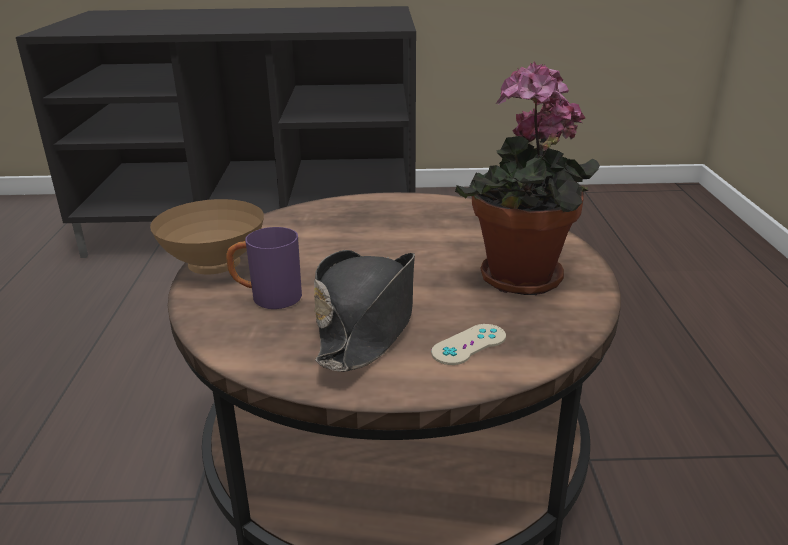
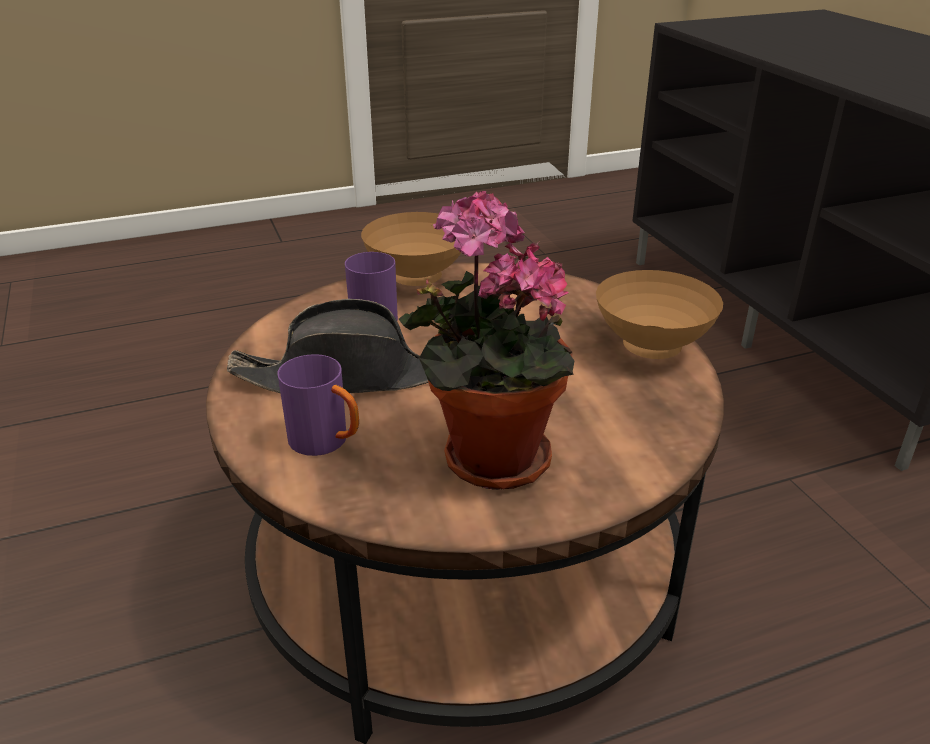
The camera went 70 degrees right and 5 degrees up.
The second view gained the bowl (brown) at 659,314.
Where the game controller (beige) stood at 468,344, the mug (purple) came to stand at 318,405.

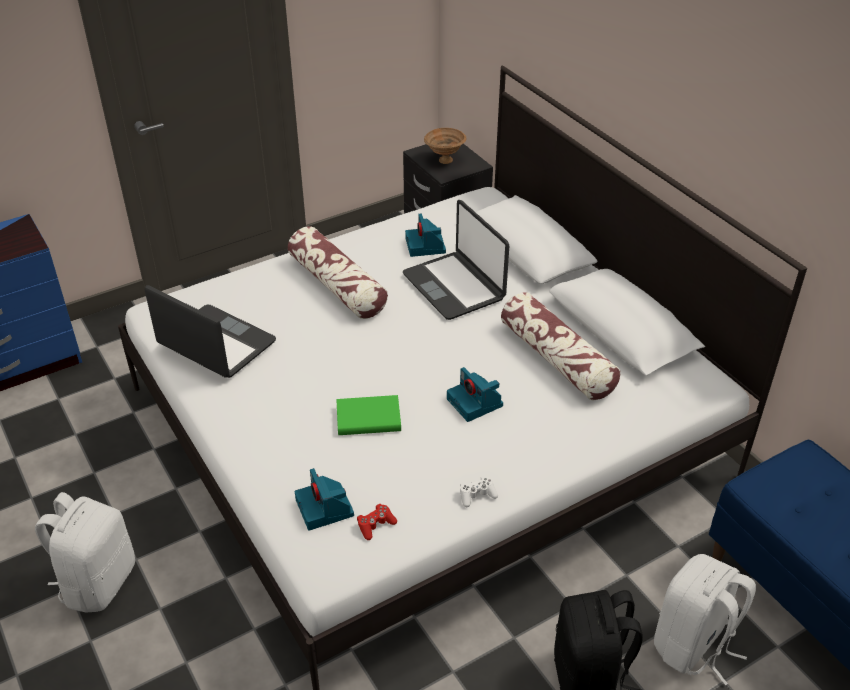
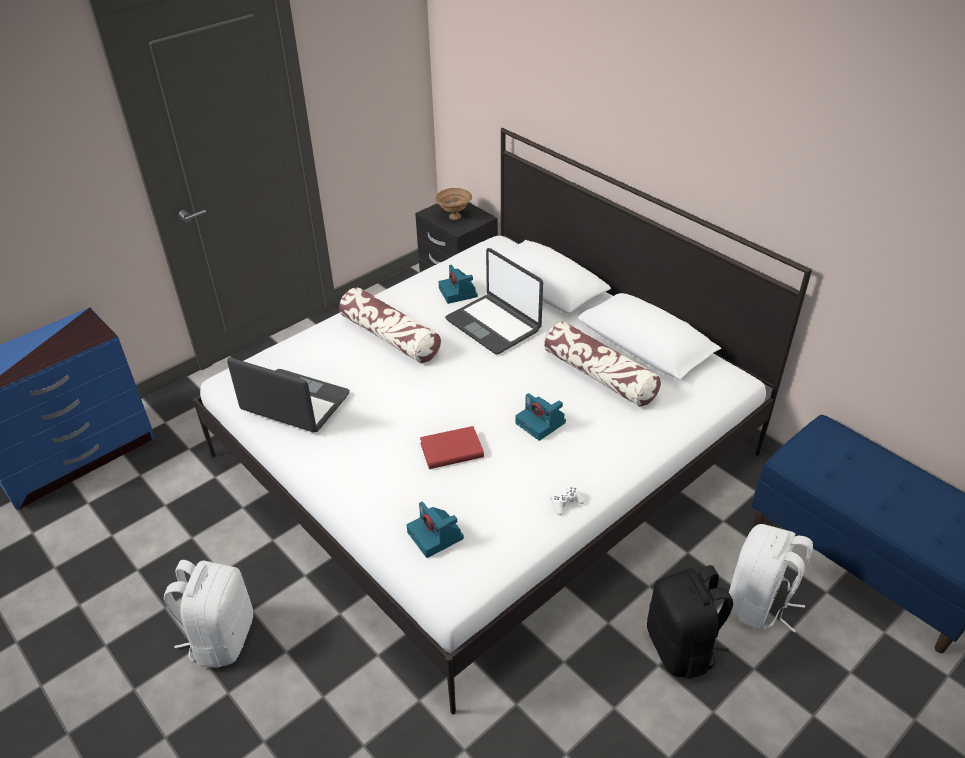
The camera went 10 degrees left and 0 degrees up.
The second view lost the game controller (red) at 377,522.
What was the book (green) at 369,415 turned into the book (red) at 452,447.

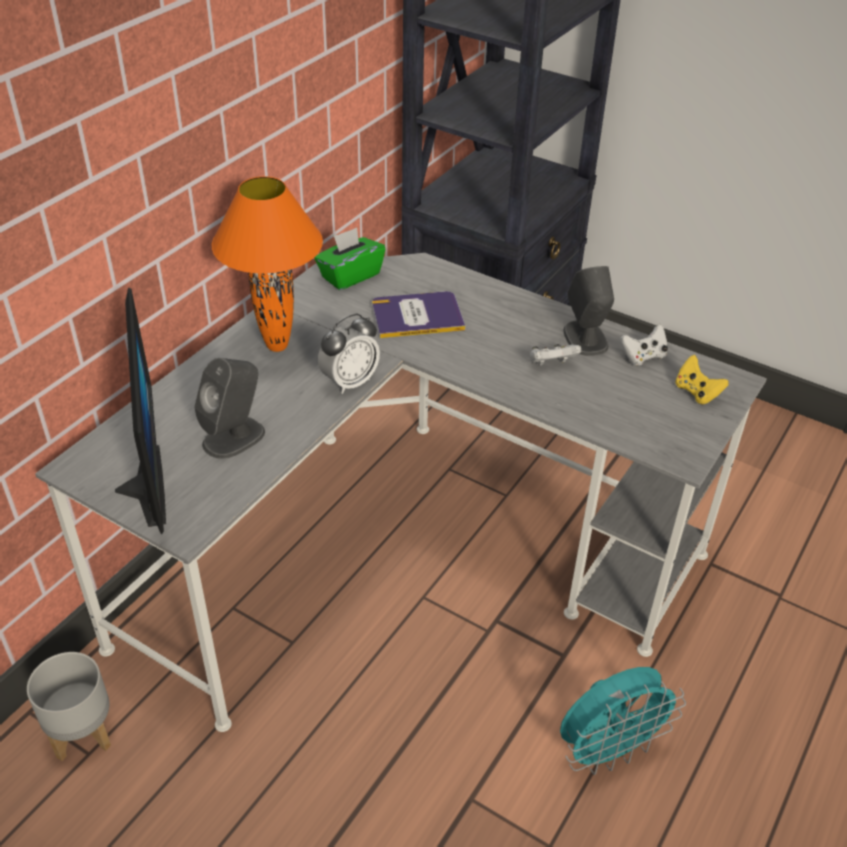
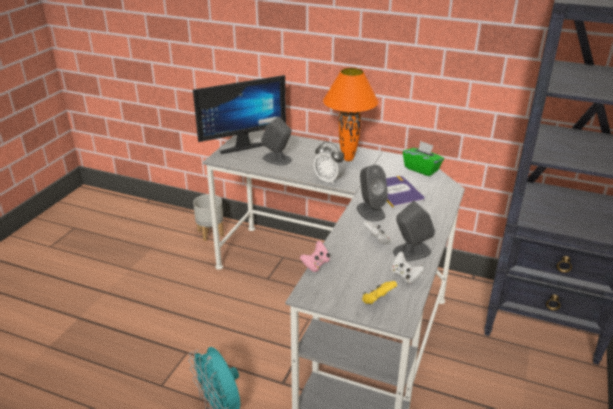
The camera went 80 degrees right and 10 degrees down.
The second view gained the game controller (pink) at 315,256.
The second view gained the speaker (grey) at 372,193.

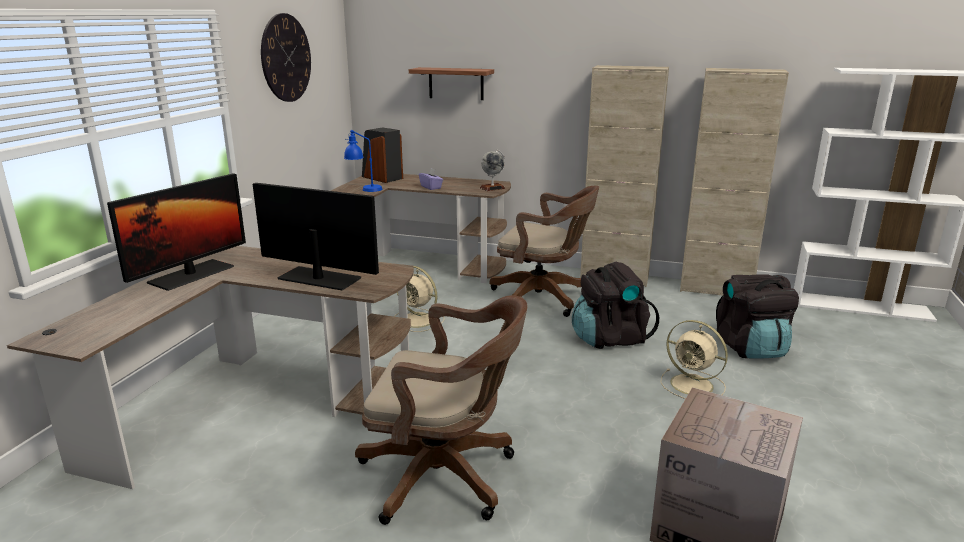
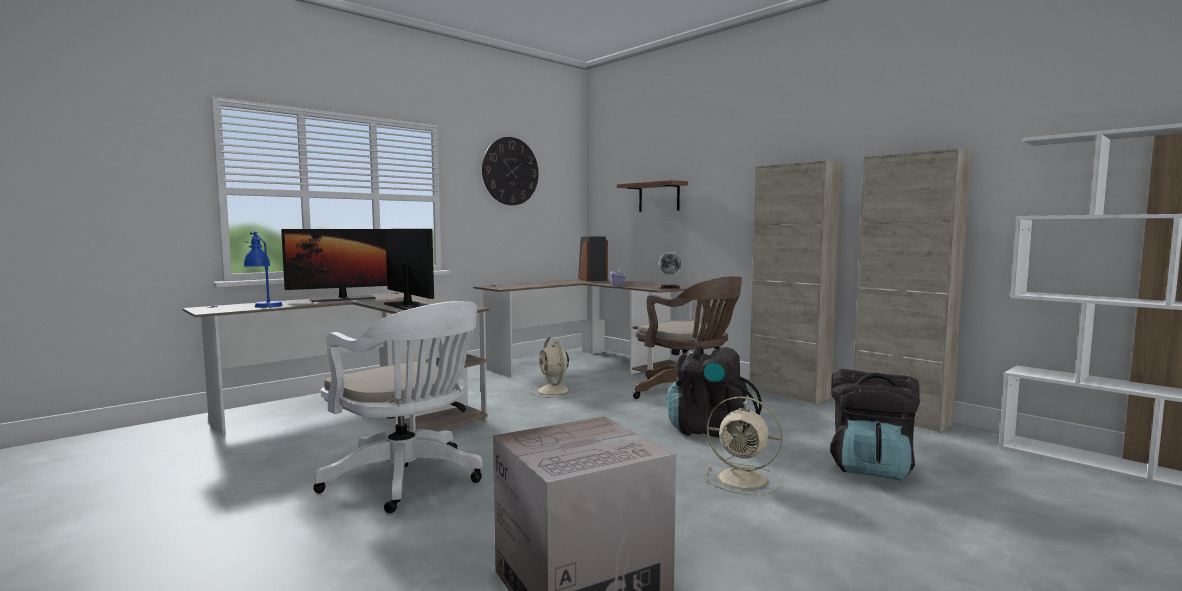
The camera went 30 degrees right and 15 degrees down.
The table lamp (blue) ended up elsewhere, having gone from 363,161 to 263,269.
What was the office chair (brown) at 441,410 turned into the office chair (white) at 398,407.
The fan (beige) at 694,359 ended up facing another way, 45 degrees counterclockwise from before.

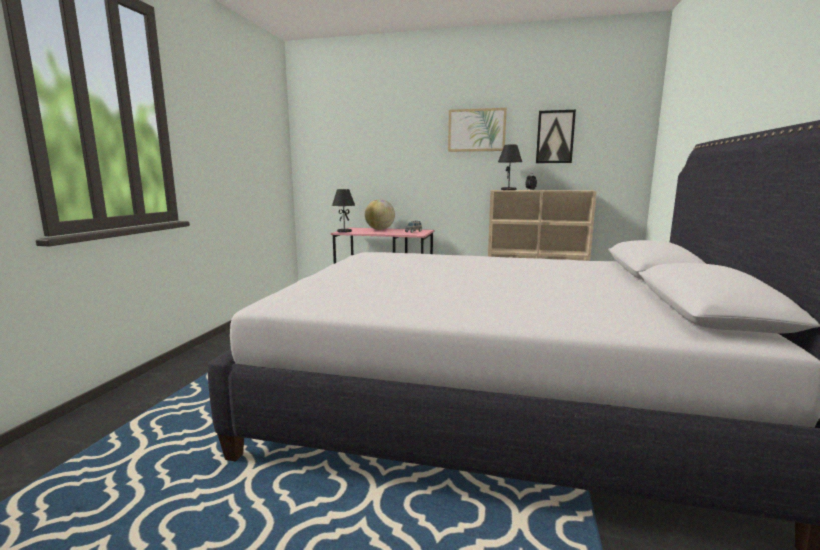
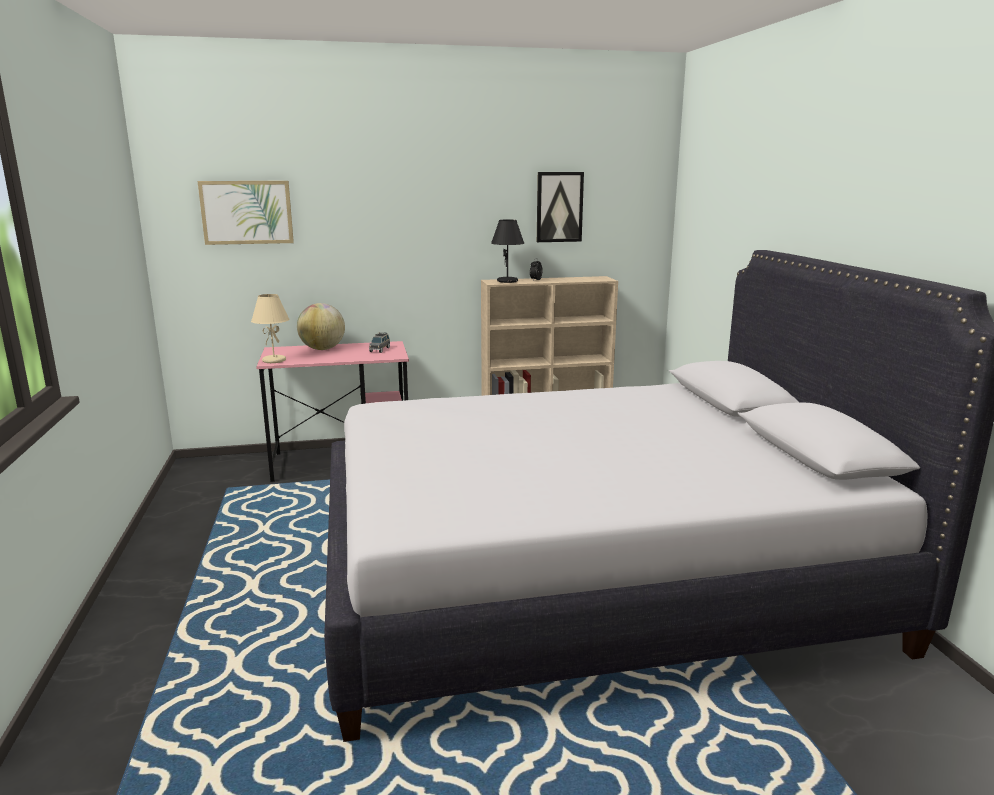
The camera went 25 degrees left and 5 degrees up.
The picture ended up elsewhere, having gone from 477,130 to 246,213.
What was the table lamp (black) at 343,211 turned into the table lamp (beige) at 270,328.

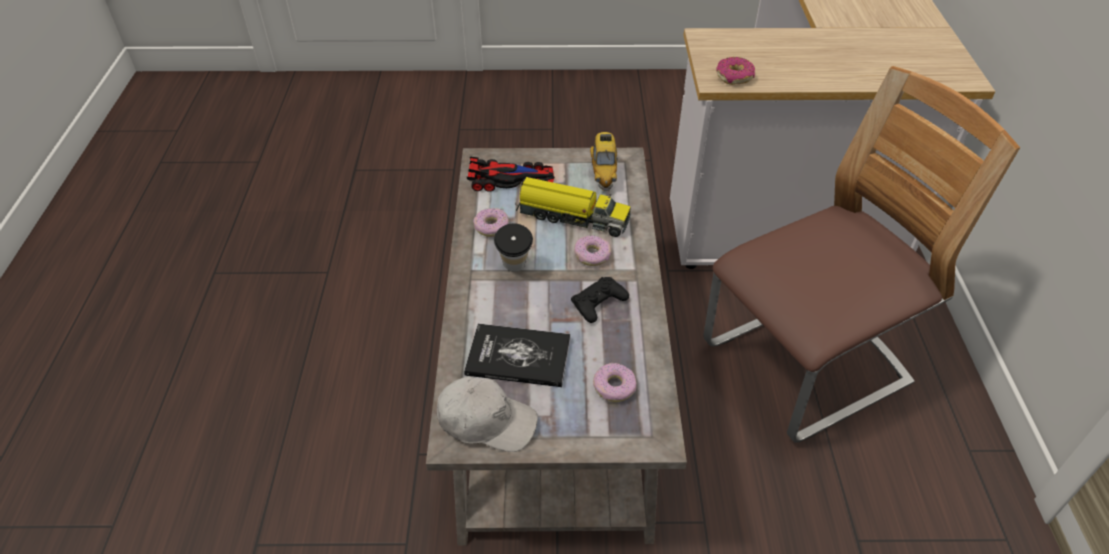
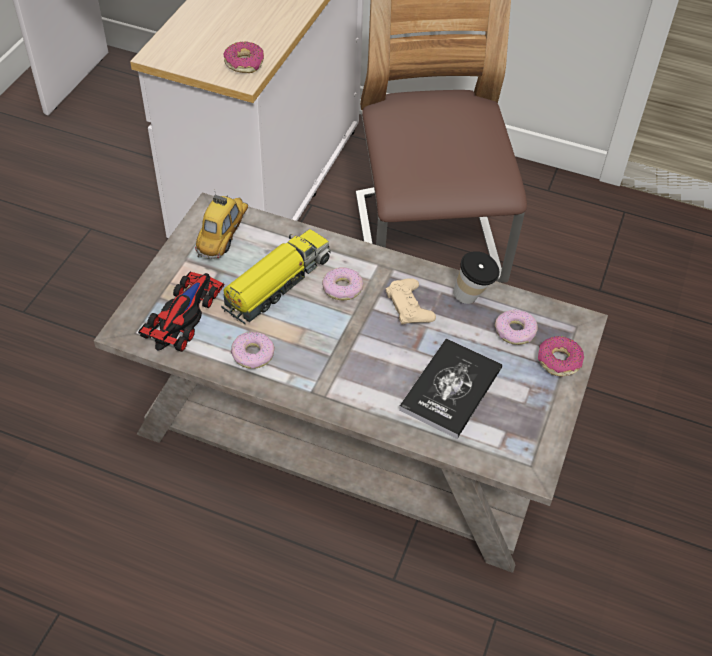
The camera went 70 degrees left and 5 degrees up.
The second view lost the cap (white) at 487,414.
The second view gained the donut at 561,356.
The cup ended up elsewhere, having gone from 513,247 to 476,277.
What was the game controller (black) at 600,300 turned into the game controller (beige) at 410,301.
The toy car at 604,161 ended up facing another way, 90 degrees counterclockwise from before.

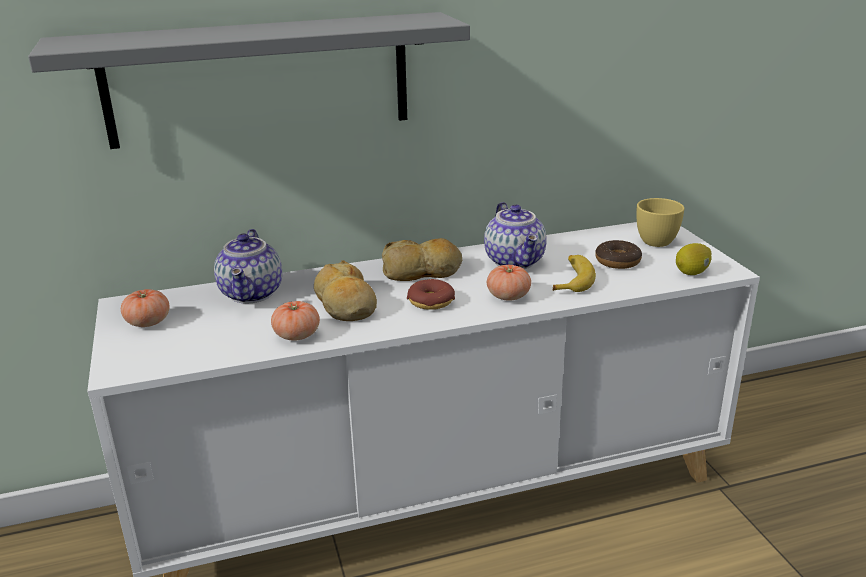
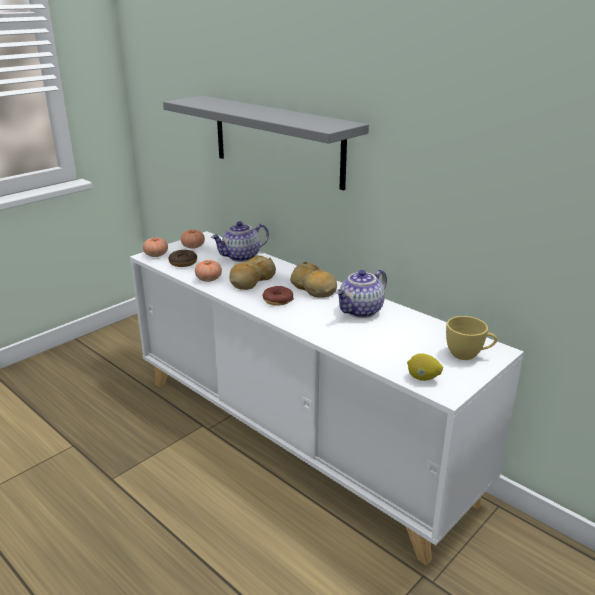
The camera went 60 degrees right and 0 degrees up.
The second view lost the banana at 574,273.
The tomato ended up elsewhere, having gone from 509,283 to 155,247.
The donut ended up elsewhere, having gone from 618,254 to 182,258.

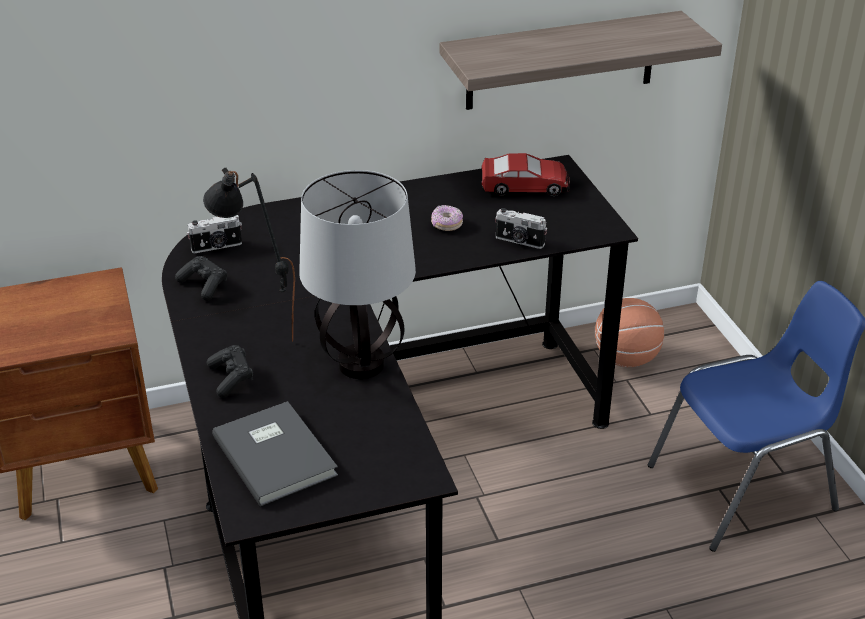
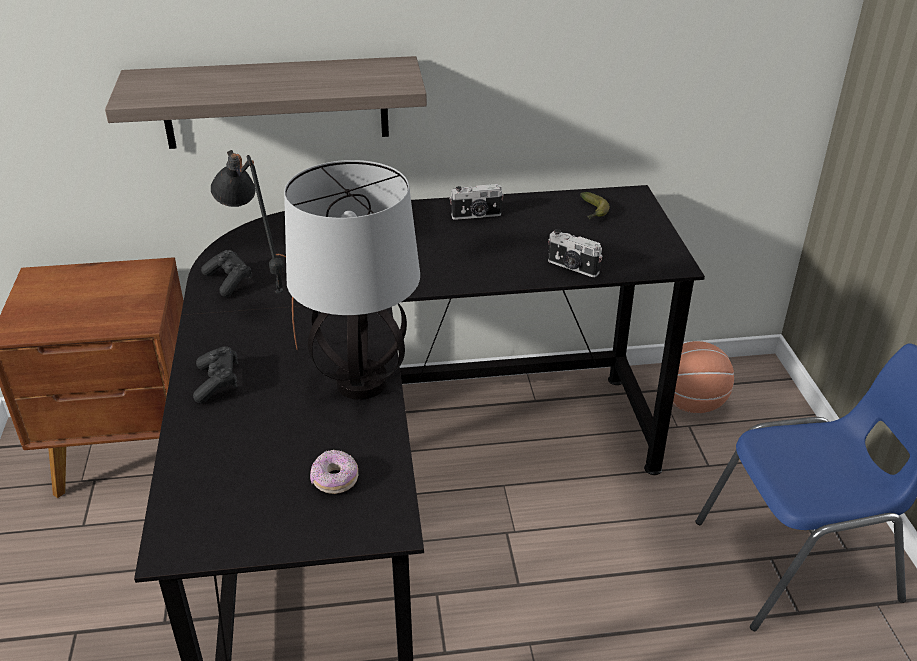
The camera went 10 degrees right and 0 degrees up.
The second view lost the book (grey) at 275,453.
The photo camera ended up elsewhere, having gone from 214,234 to 476,202.
The donut ended up elsewhere, having gone from 447,218 to 334,472.
The shelf ended up elsewhere, having gone from 581,60 to 266,102.
Where the toy car stood at 526,174, the banana came to stand at 595,205.

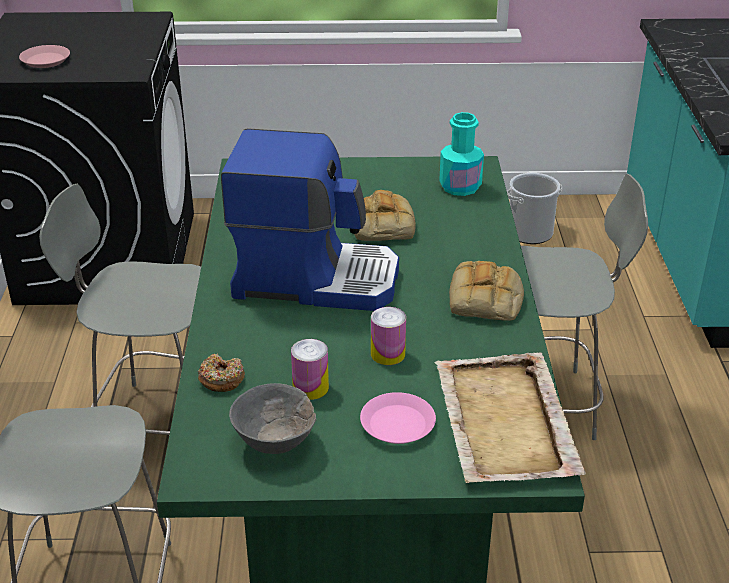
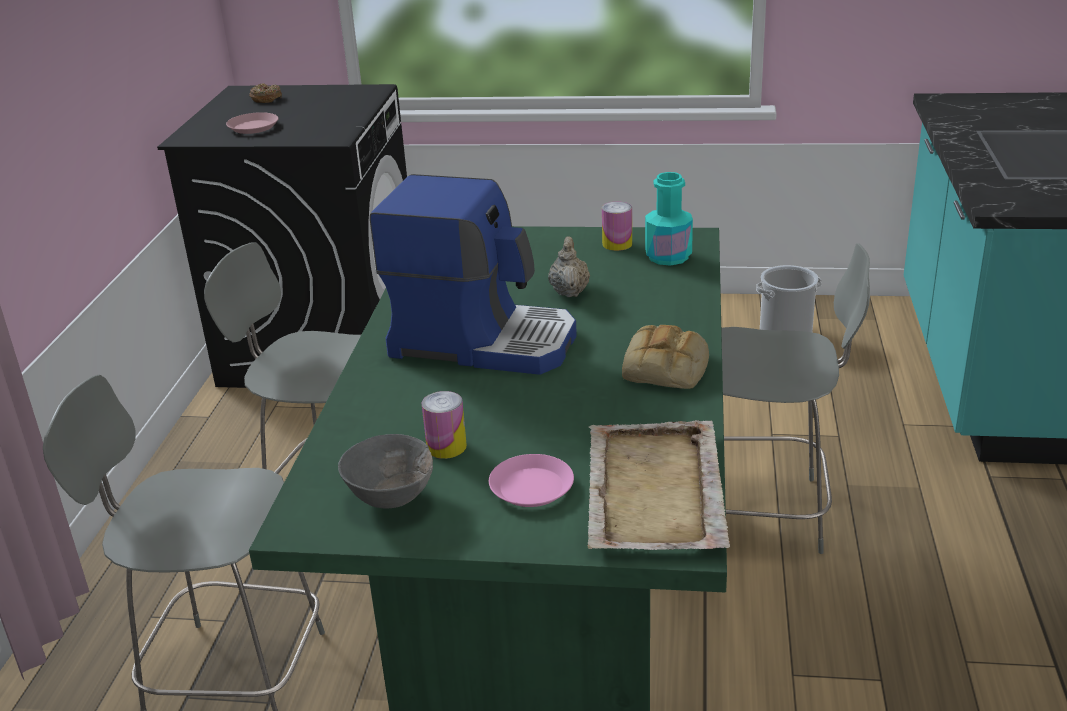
The camera went 10 degrees right and 5 degrees down.
The donut ended up elsewhere, having gone from 221,372 to 265,93.
The can ended up elsewhere, having gone from 388,336 to 617,226.
Where the bread stood at 385,215, the teapot (beige) came to stand at 569,266.

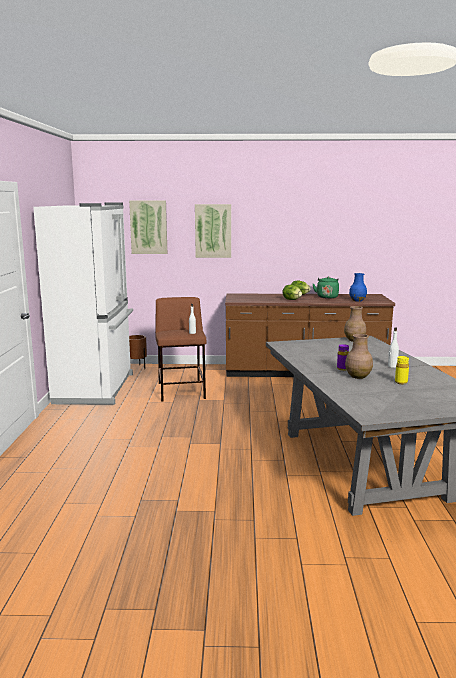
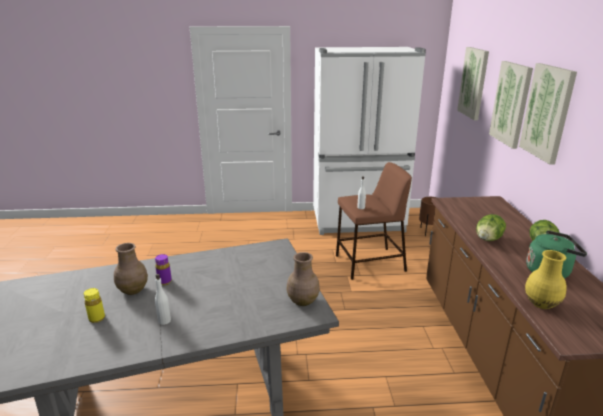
The camera went 85 degrees right and 10 degrees up.
The second view gained the picture at 548,114.
What was the vase (blue) at 358,287 turned into the vase (yellow) at 546,279.

